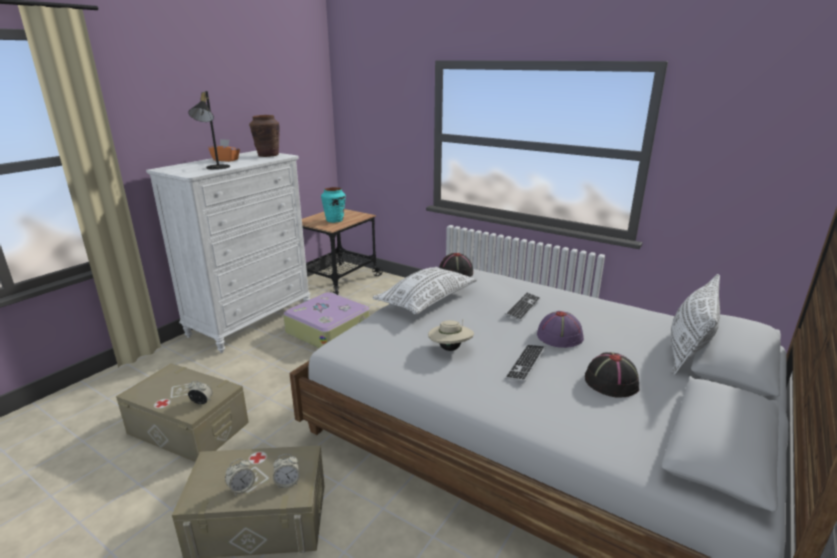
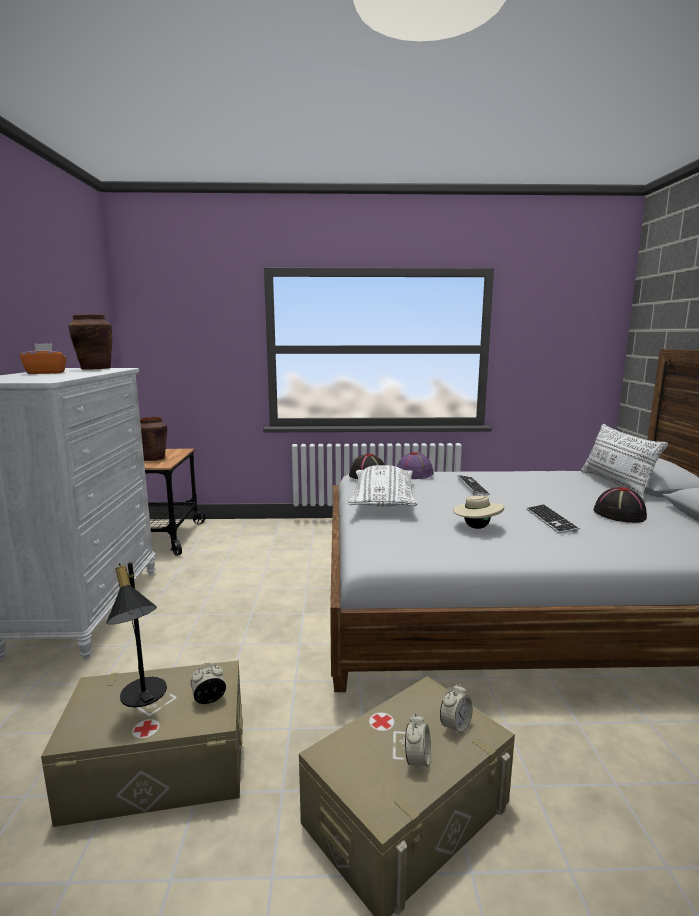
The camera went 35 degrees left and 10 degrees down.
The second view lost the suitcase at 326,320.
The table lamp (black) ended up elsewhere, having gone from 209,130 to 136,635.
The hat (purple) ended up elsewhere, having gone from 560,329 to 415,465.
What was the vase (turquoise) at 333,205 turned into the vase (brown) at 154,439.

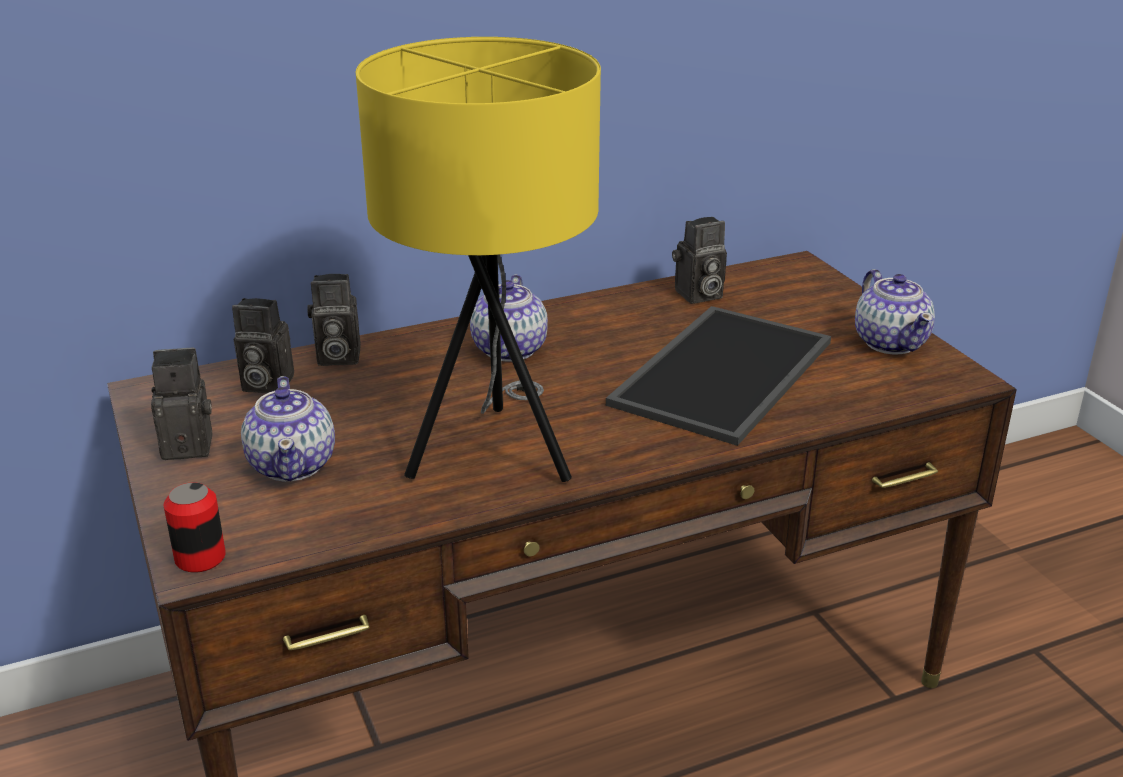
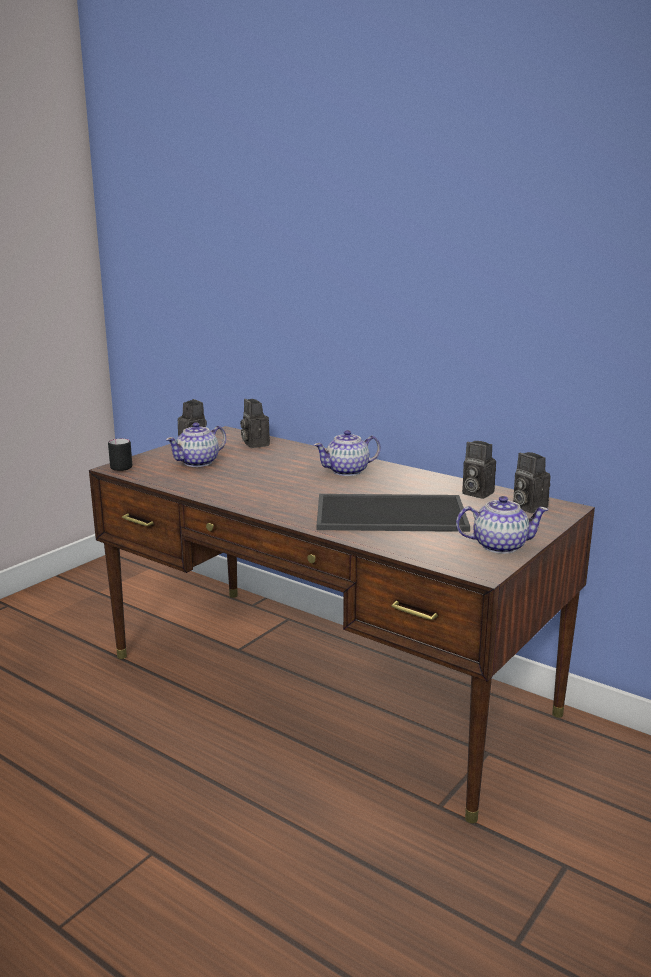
The camera went 60 degrees right and 10 degrees down.
The second view lost the table lamp (yellow) at 478,259.
The photo camera ended up elsewhere, having gone from 334,320 to 531,482.
Where the can stood at 195,528, the mug (black) came to stand at 120,455.
The teapot at 895,312 ended up facing another way, 135 degrees counterclockwise from before.

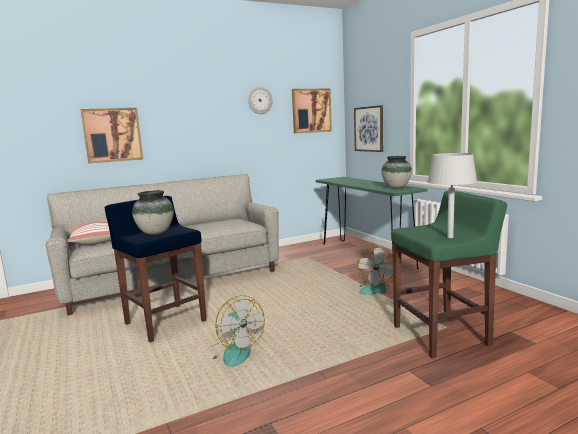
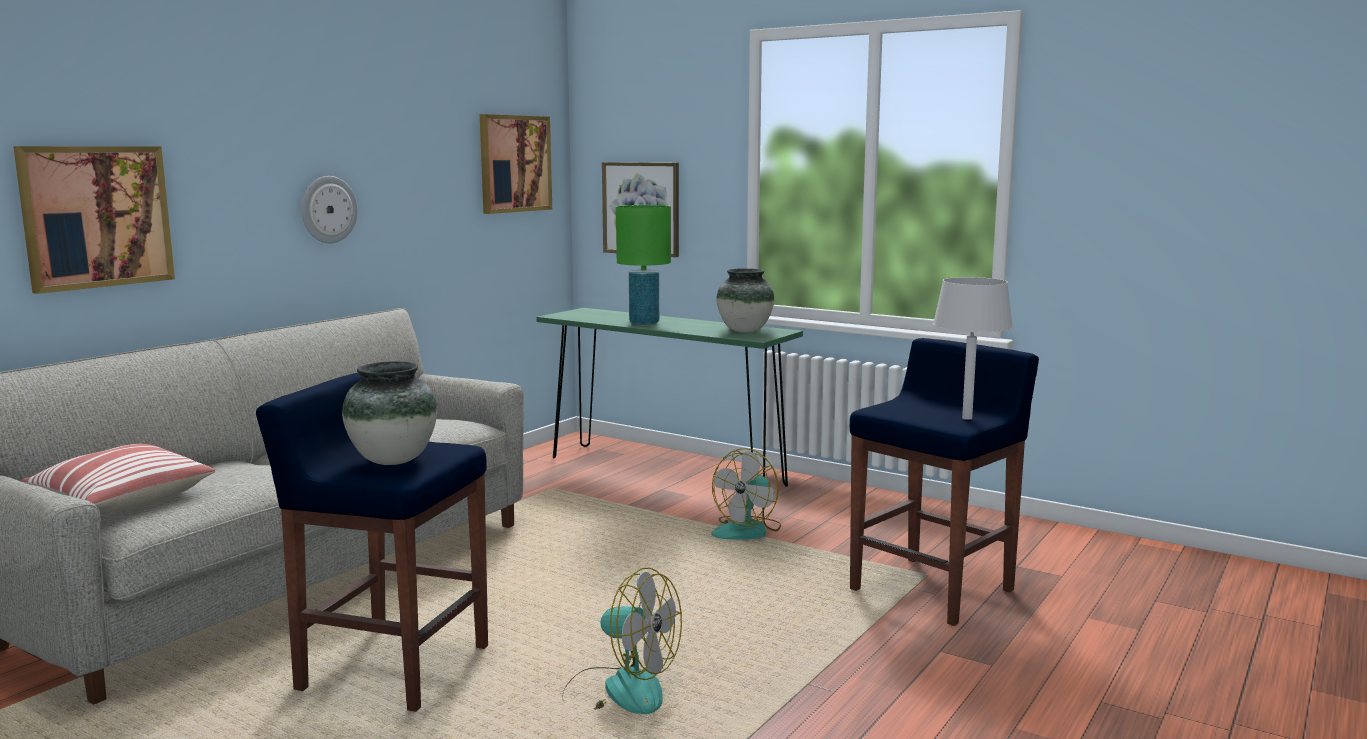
The camera went 30 degrees left and 0 degrees up.
The second view gained the table lamp (green) at 643,265.
The wall clock ended up elsewhere, having gone from 260,100 to 329,209.
What was the stool (green) at 449,274 turned into the stool (blue) at 944,482.
The fan at 375,270 ended up facing another way, 45 degrees clockwise from before.

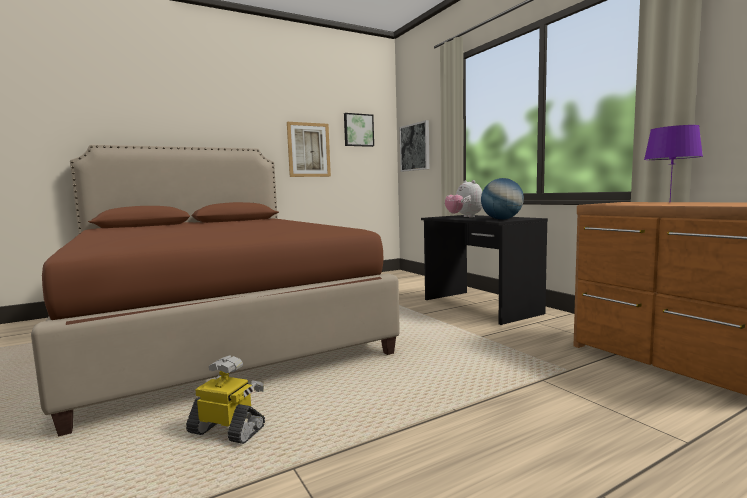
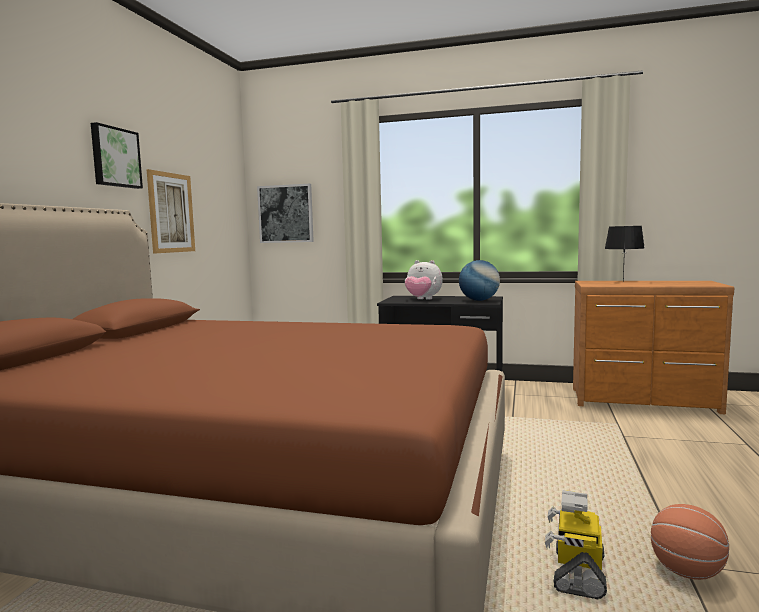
The camera went 45 degrees left and 0 degrees up.
The second view gained the basketball at 690,542.
The picture ended up elsewhere, having gone from 359,130 to 117,155.
What was the table lamp (purple) at 673,163 turned into the table lamp (black) at 624,254.
The toy robot at 225,399 ended up facing another way, 45 degrees counterclockwise from before.

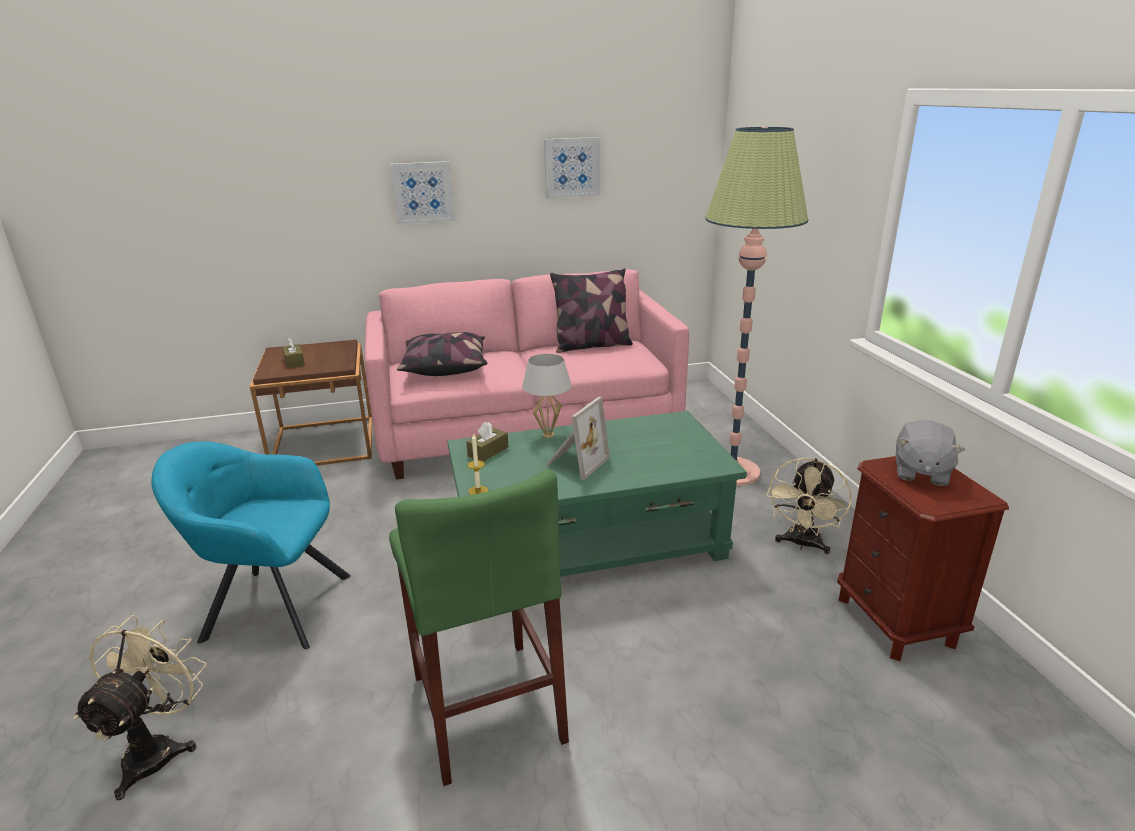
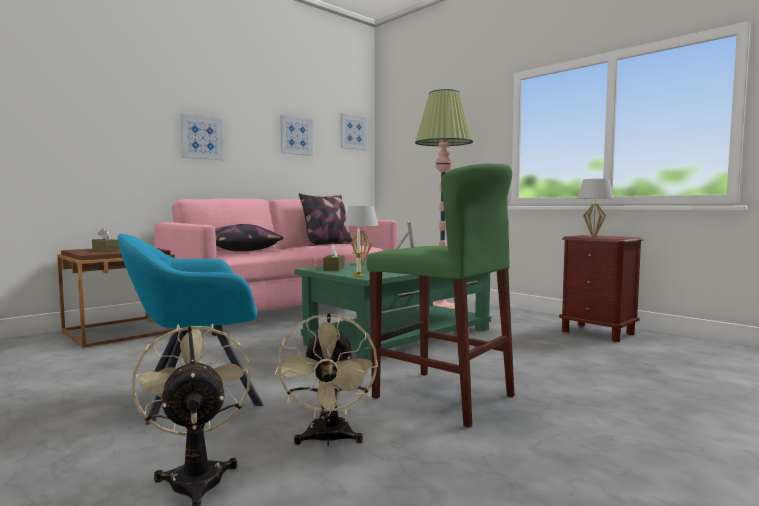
The camera went 30 degrees left and 20 degrees down.
The second view gained the picture at 353,131.
The fan (beige) ended up elsewhere, having gone from 809,506 to 326,379.
Where the plush toy (grey) stood at 930,453, the table lamp (white) came to stand at 595,208.

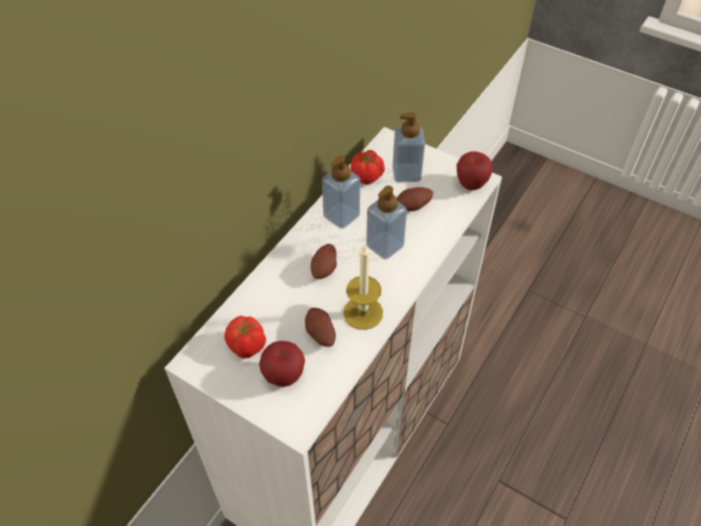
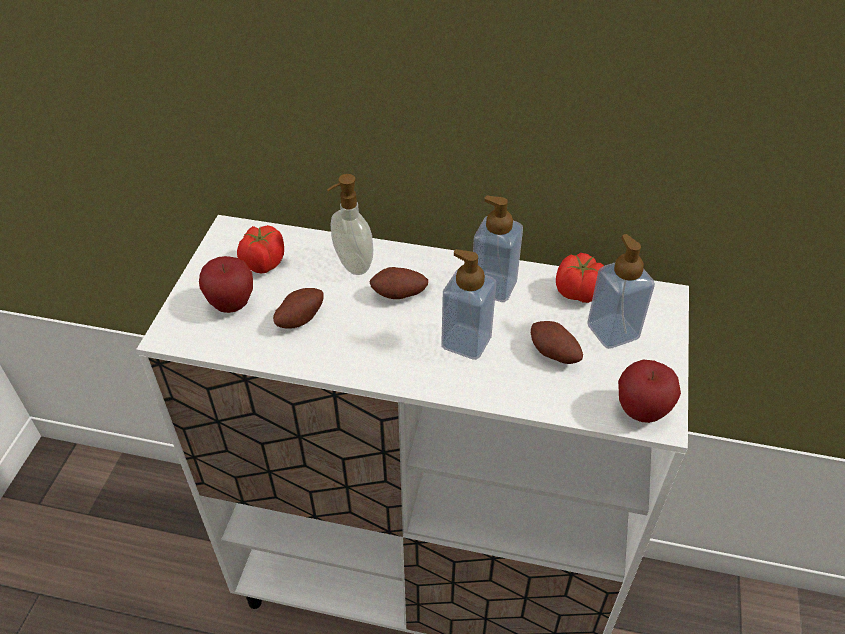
The camera went 70 degrees right and 5 degrees down.
The second view lost the candle at 363,287.
The second view gained the soap dispenser at 350,224.

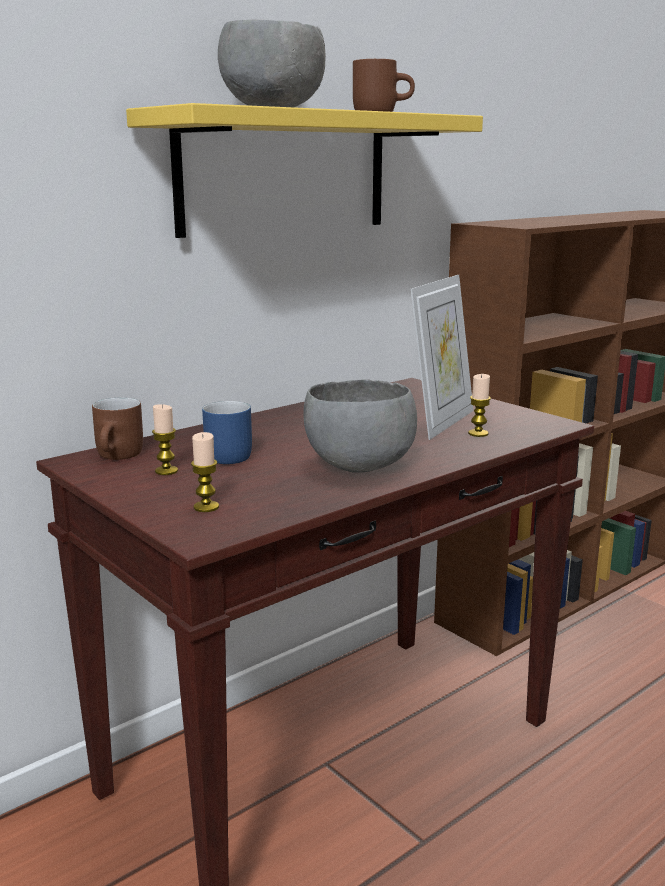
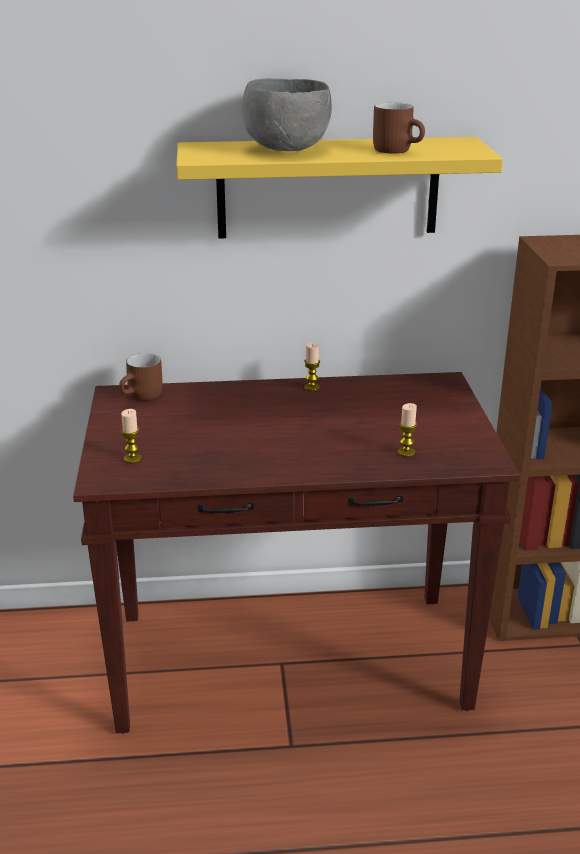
The camera went 35 degrees right and 10 degrees up.
The second view lost the mug (blue) at 227,432.
The second view lost the bowl (grey) at 360,425.
The second view lost the picture frame at 442,357.
The candle ended up elsewhere, having gone from 165,439 to 312,367.

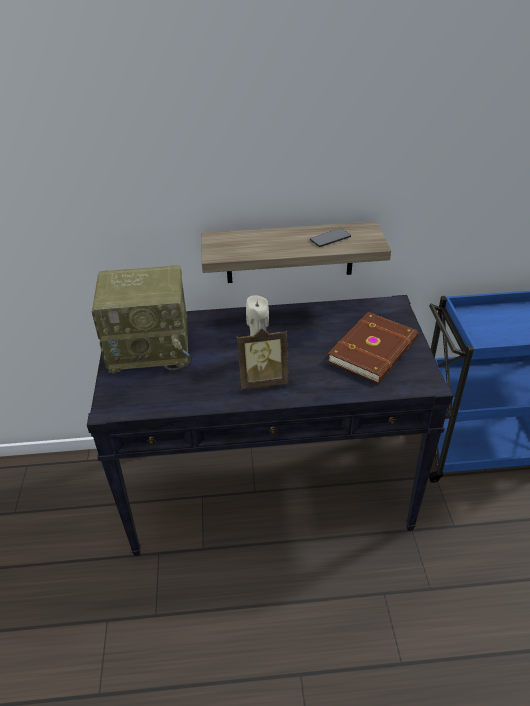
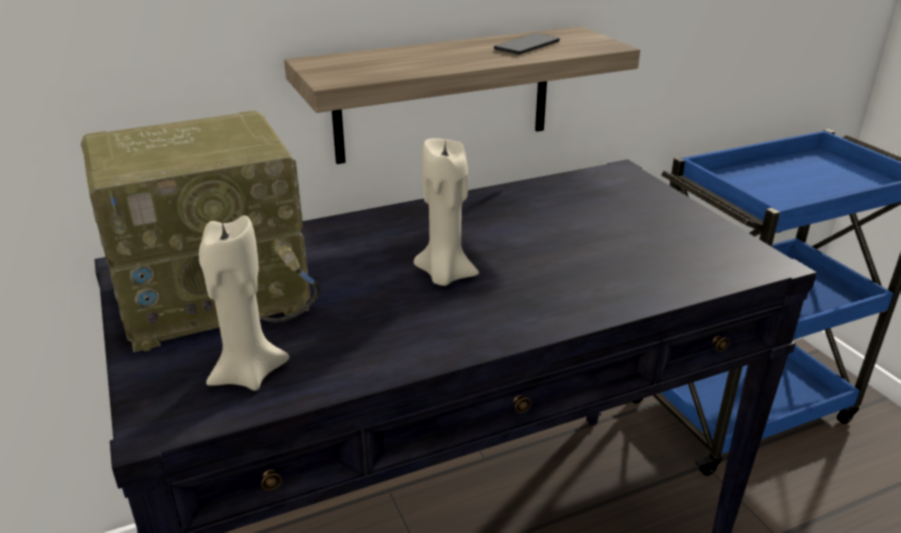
The camera went 20 degrees left and 10 degrees down.
The second view lost the picture frame at 263,359.
The second view lost the book (brown) at 373,347.
The second view gained the candle (beige) at 244,303.

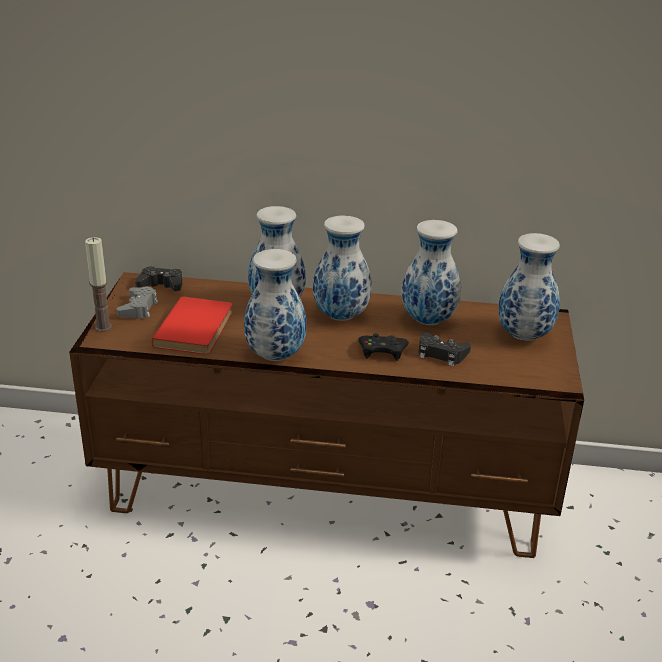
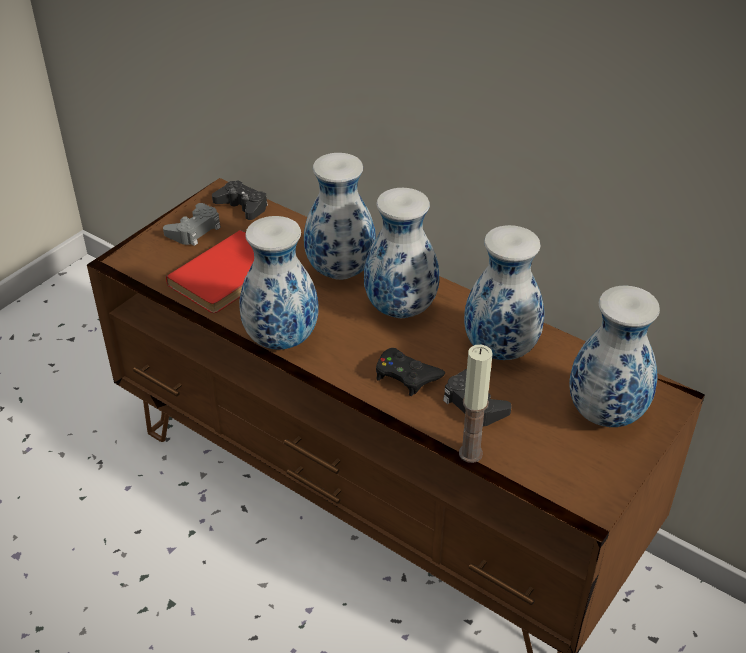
The camera went 30 degrees right and 10 degrees up.
The candle ended up elsewhere, having gone from 98,284 to 476,404.

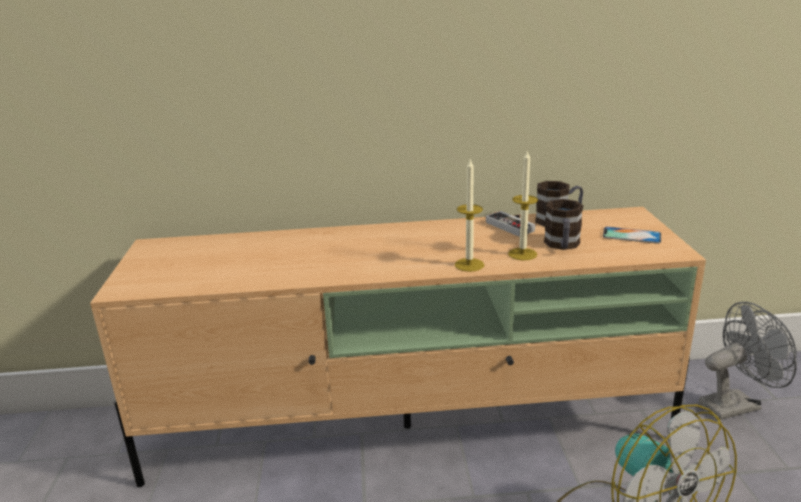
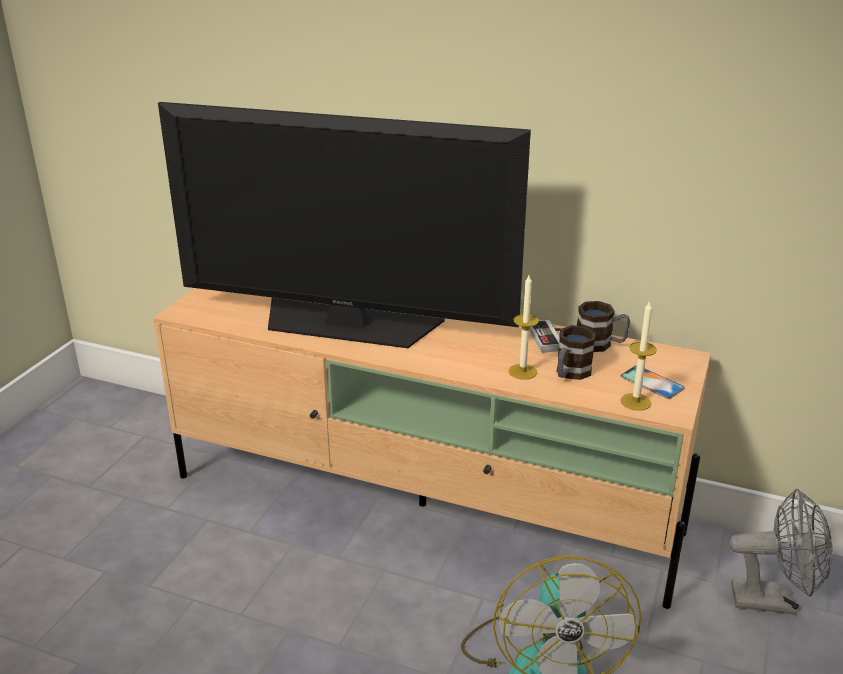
The camera went 25 degrees right and 5 degrees up.
The second view gained the television at 344,225.
The candle ended up elsewhere, having gone from 469,216 to 638,356.

